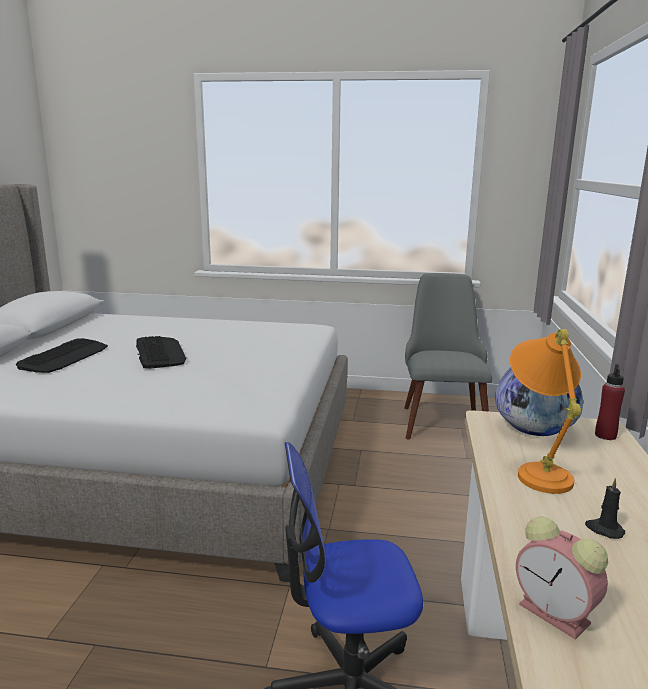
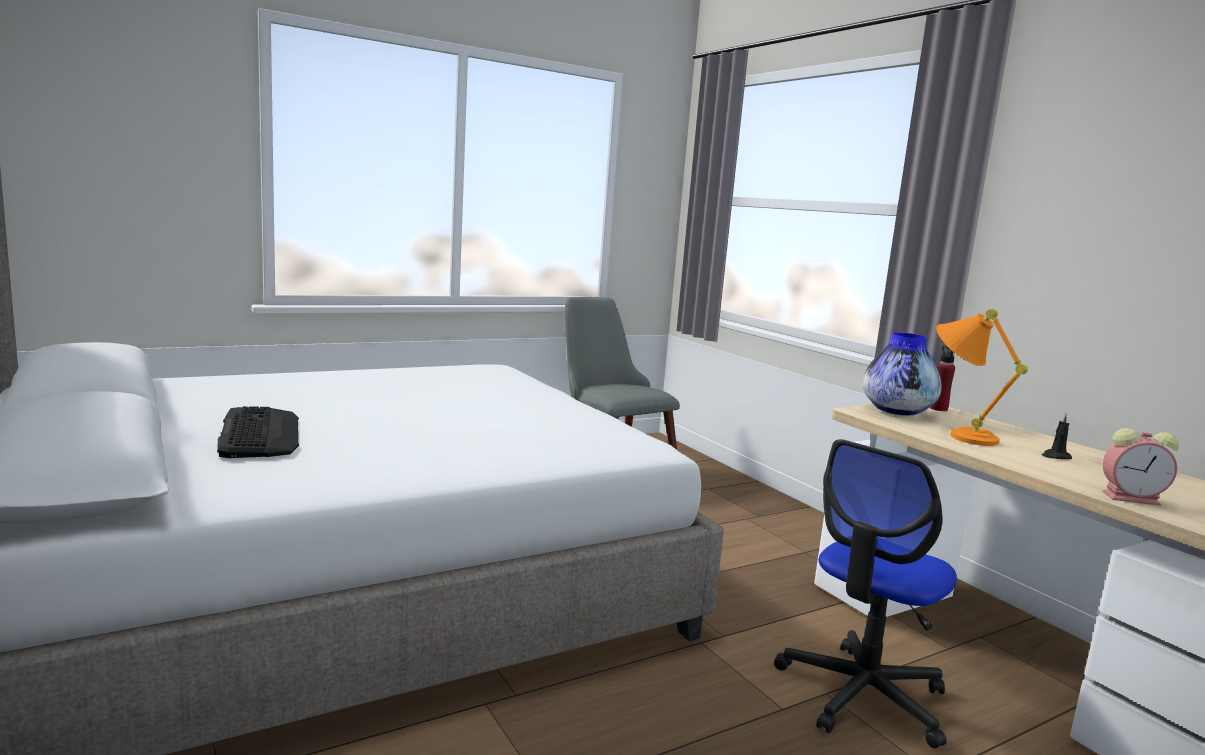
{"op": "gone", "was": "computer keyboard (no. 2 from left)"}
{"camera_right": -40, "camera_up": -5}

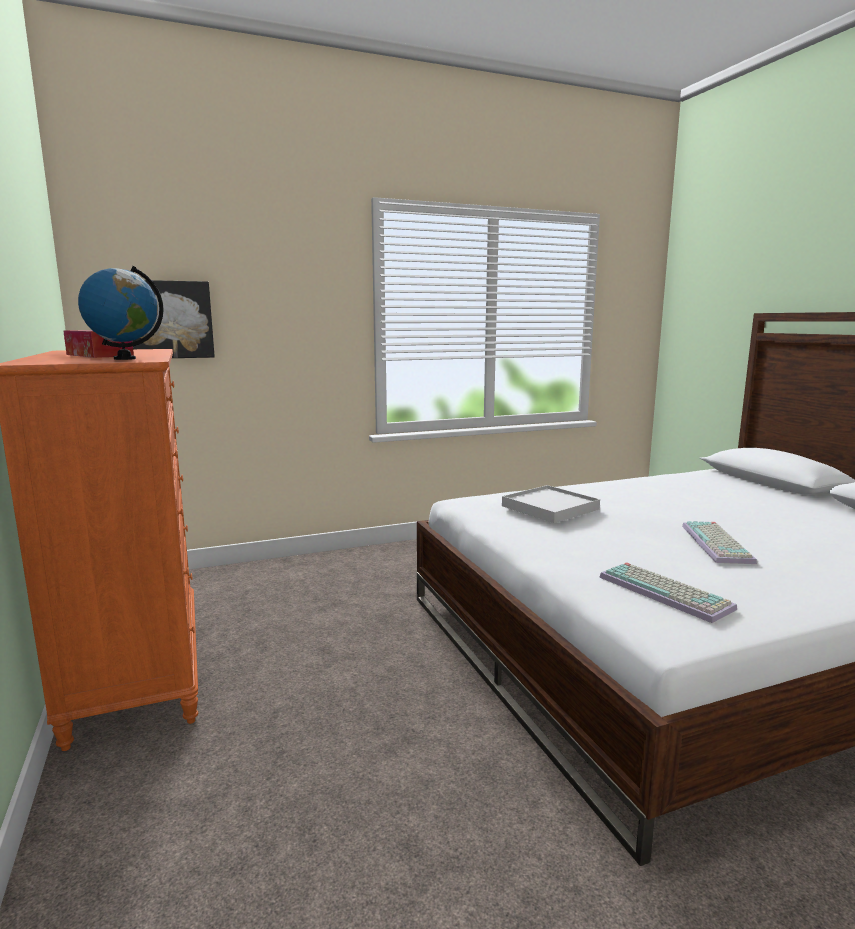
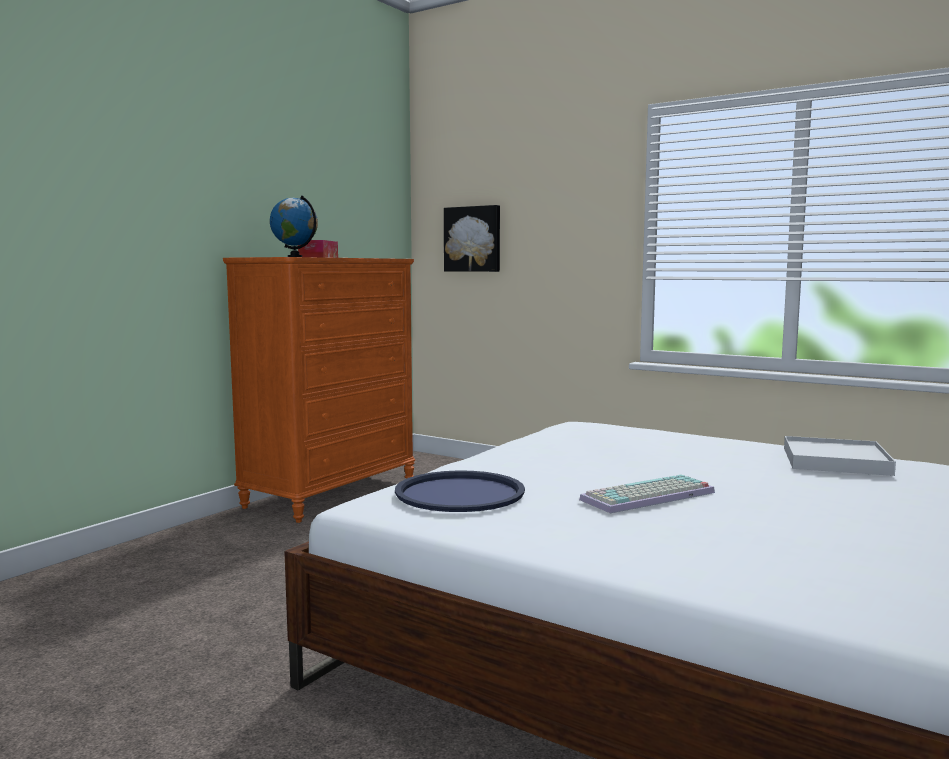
{"op": "shifted", "was": "serving tray (whitish)"}
{"op": "swapped", "was": "computer keyboard (no. 1 from left)", "now": "serving tray (bluish)"}
{"camera_right": 55, "camera_up": -5}

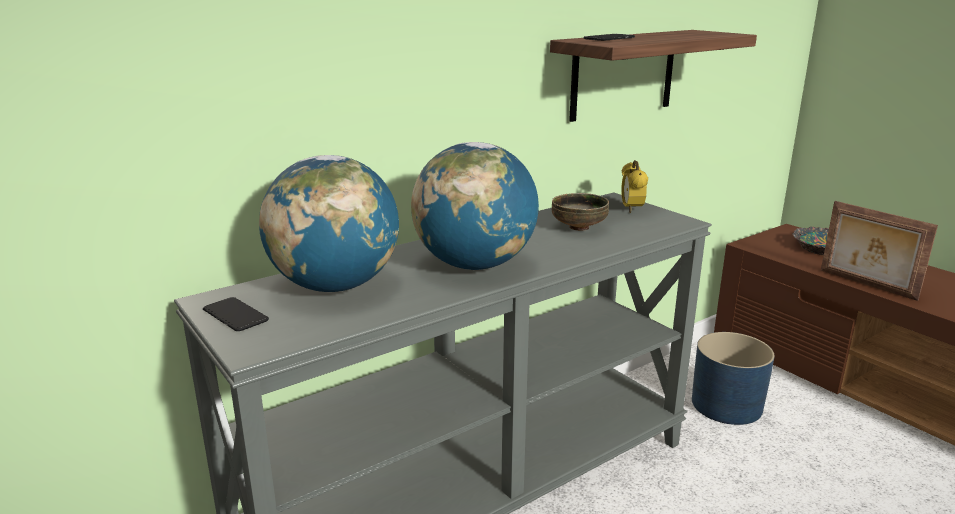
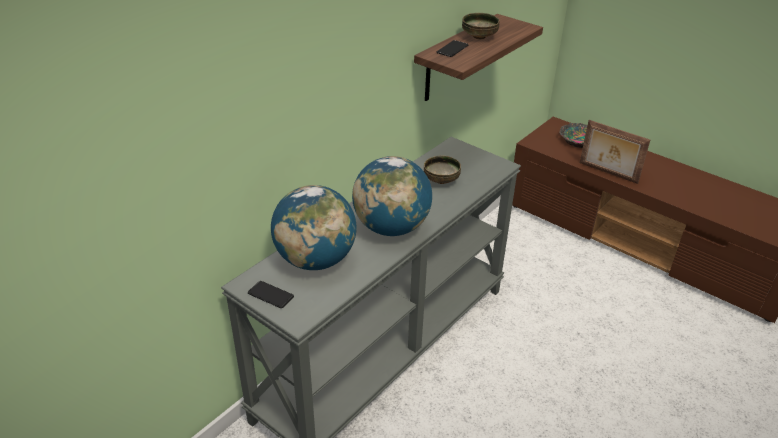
{"op": "gone", "was": "bedside clock"}
{"op": "gone", "was": "planter (bluish)"}
{"op": "new", "now": "serving bowl (no. 2 from left)"}
{"camera_right": -15, "camera_up": 15}

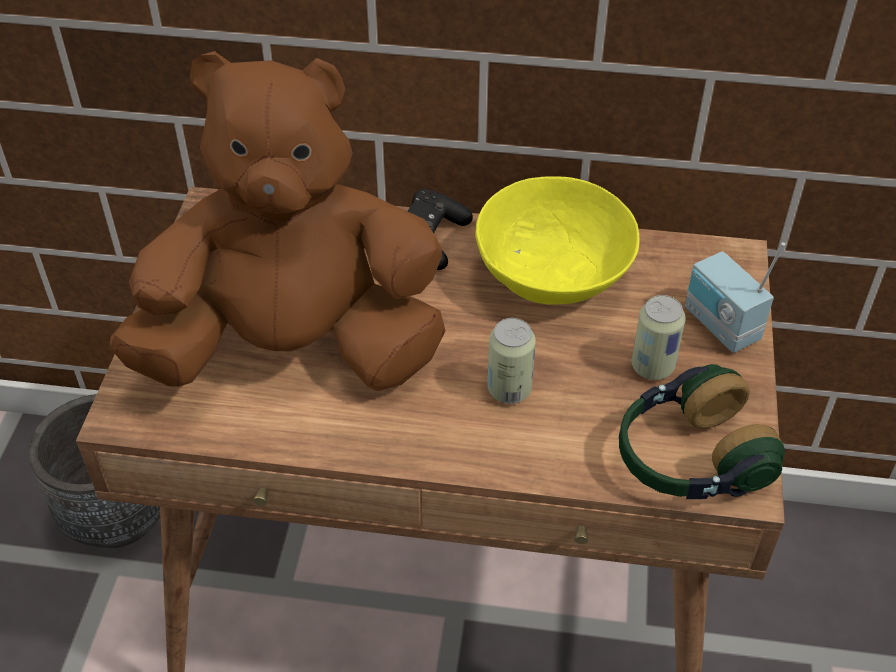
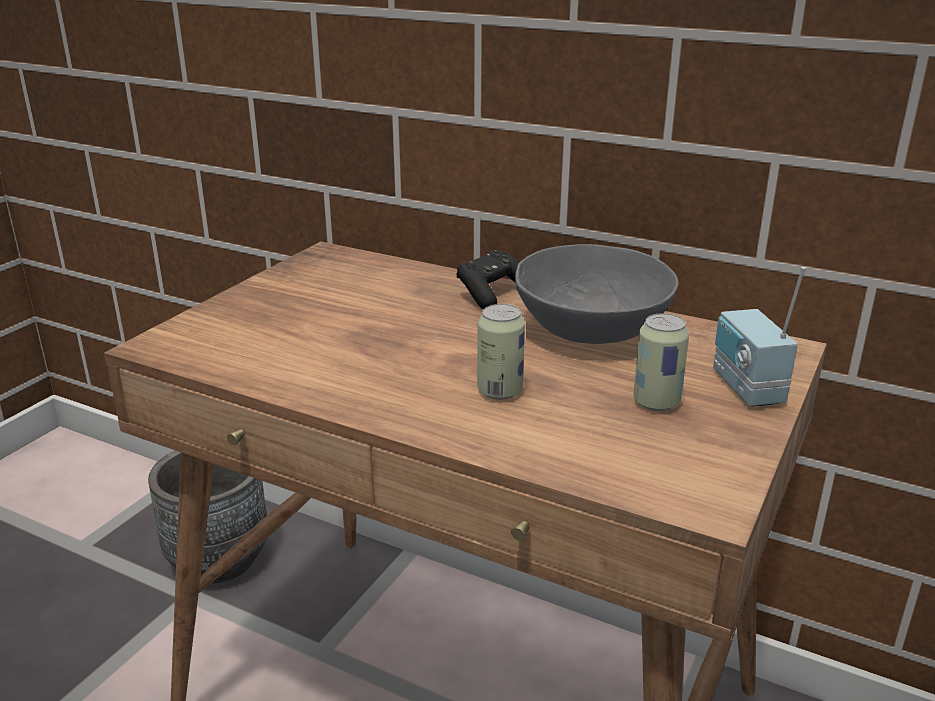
{"op": "gone", "was": "plush toy (brownish)"}
{"op": "repainted", "was": "serving bowl (yellowish)", "now": "serving bowl (greyish)"}
{"op": "gone", "was": "pair of headphones"}
{"camera_right": 20, "camera_up": -20}

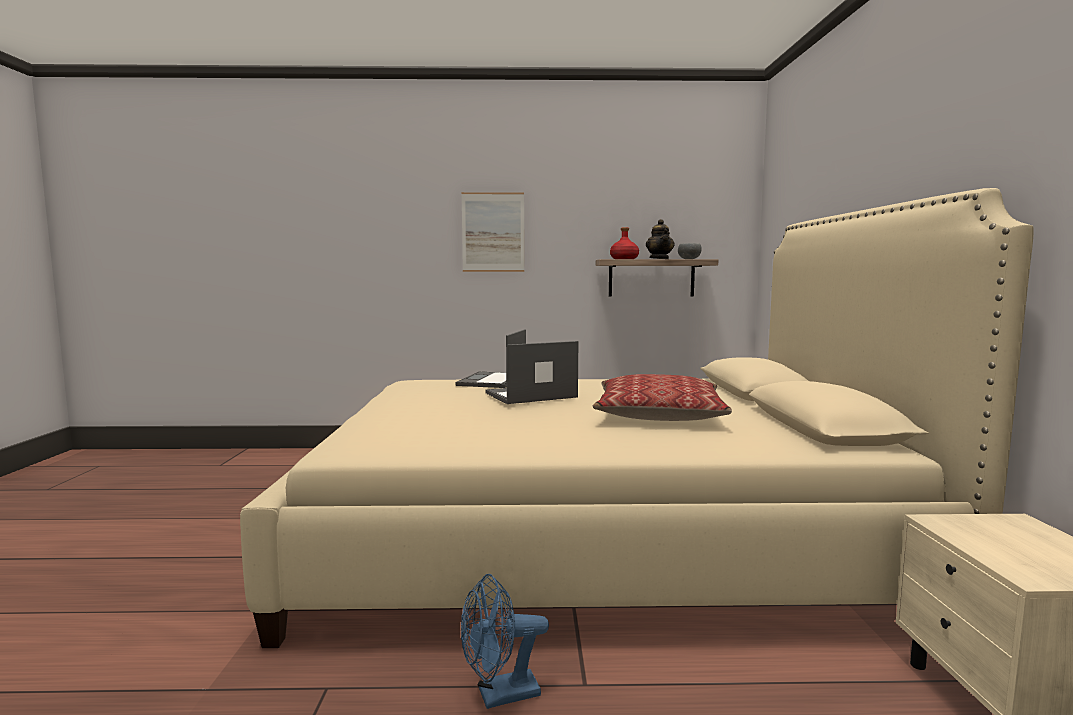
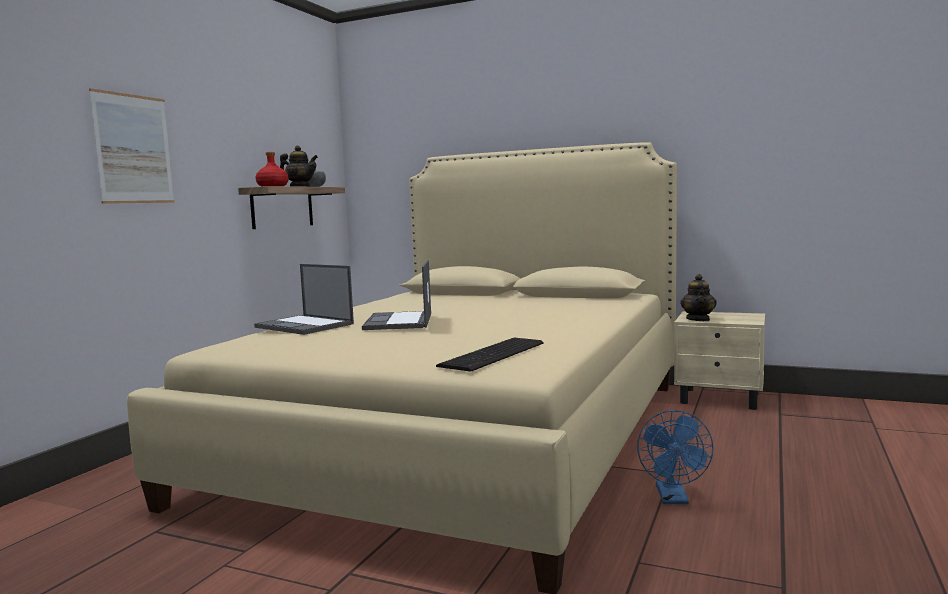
{"op": "gone", "was": "throw pillow"}
{"op": "new", "now": "computer keyboard"}
{"op": "new", "now": "pot for tea (no. 2 from left)"}
{"camera_right": -65, "camera_up": 0}

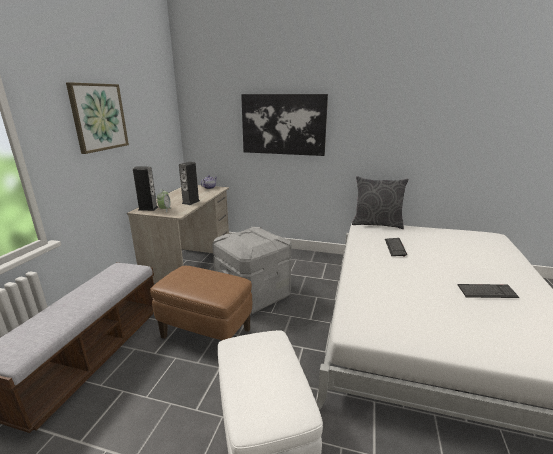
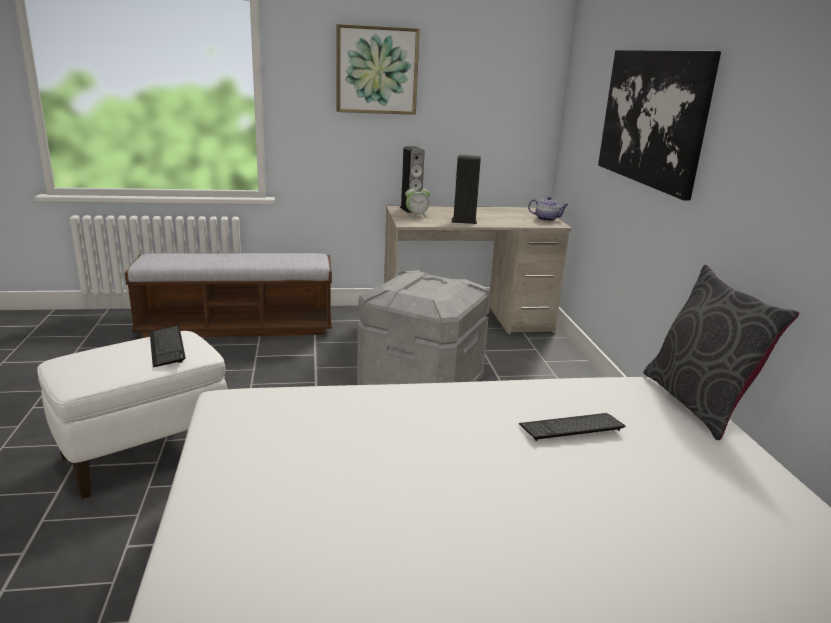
{"op": "gone", "was": "ottoman (brownish)"}
{"op": "shifted", "was": "computer keyboard (no. 2 from left in the first image)", "now": "computer keyboard (no. 1 from left)"}
{"camera_right": 65, "camera_up": 0}

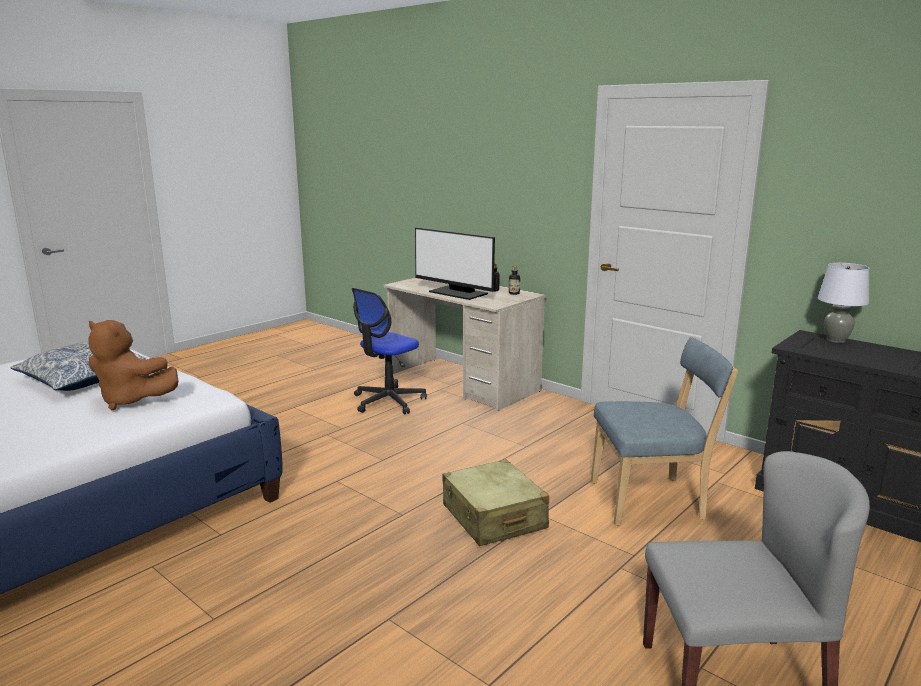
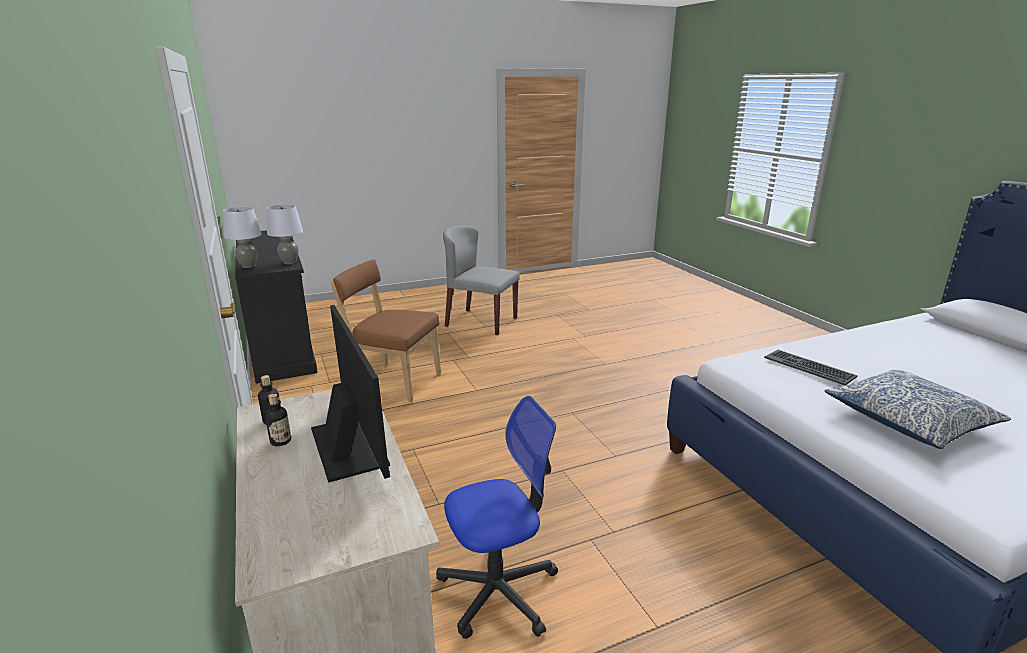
{"op": "swapped", "was": "plush toy (brownish)", "now": "computer keyboard"}
{"op": "gone", "was": "travel case (beige)"}
{"op": "repainted", "was": "upright chair (bluish)", "now": "upright chair (brownish)"}
{"op": "new", "now": "lamp for a table (greyish) (no. 2 from left)"}
{"camera_right": -155, "camera_up": 5}

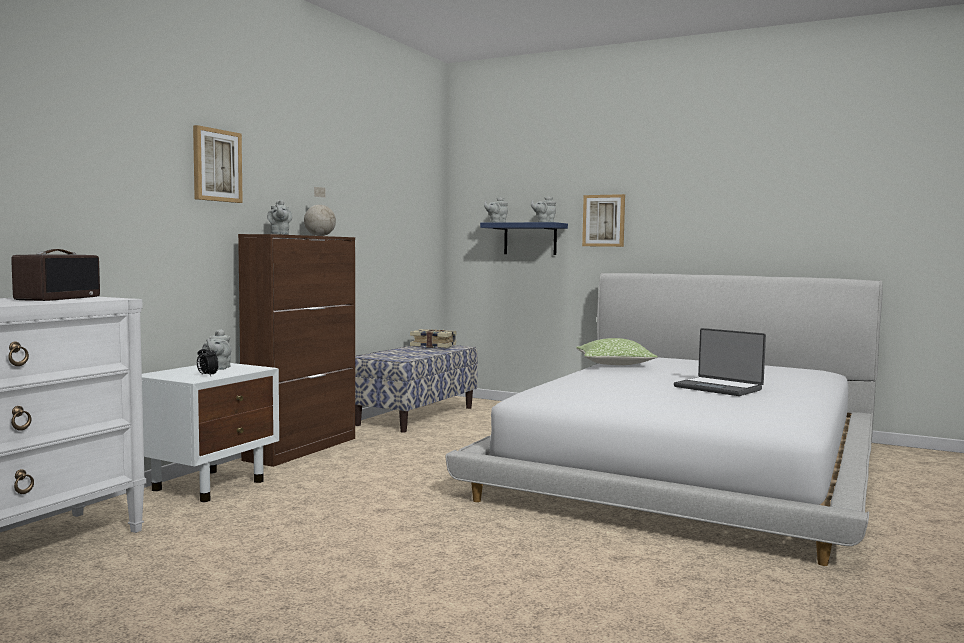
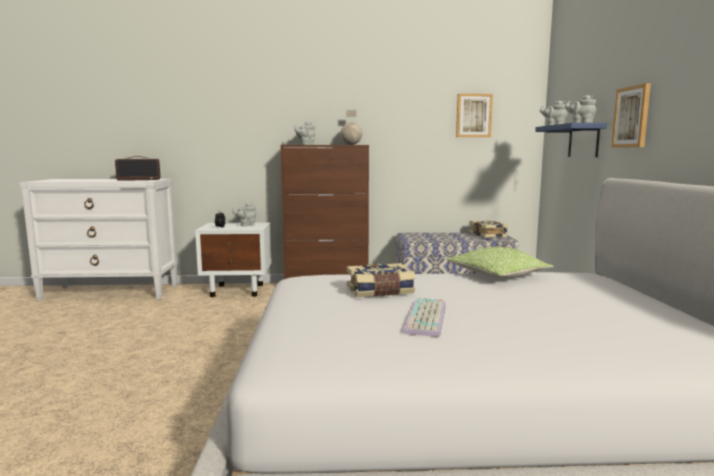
{"op": "shifted", "was": "wall picture (no. 1 from left)"}
{"op": "swapped", "was": "notebook computer", "now": "computer keyboard"}
{"op": "new", "now": "book (no. 1 from left)"}
{"camera_right": 60, "camera_up": 5}

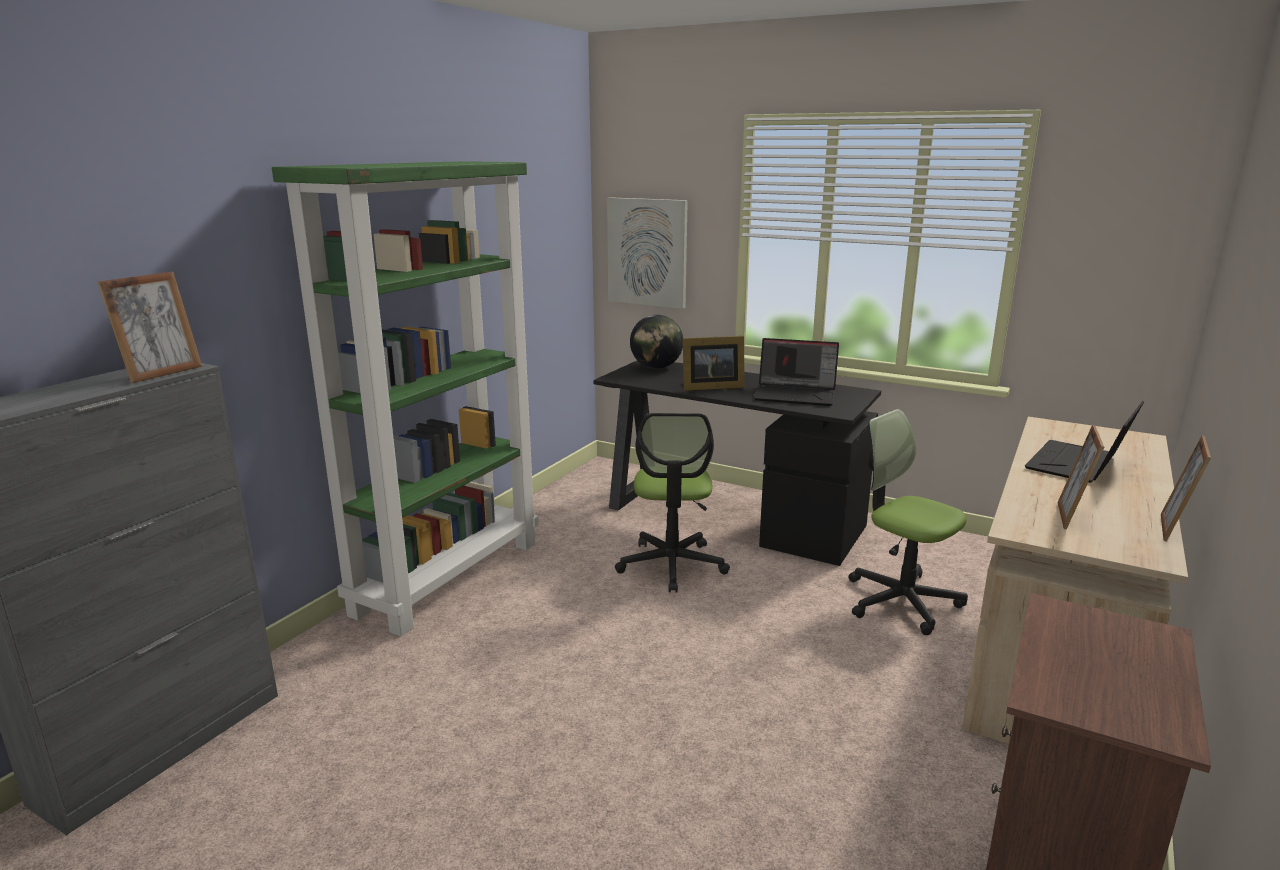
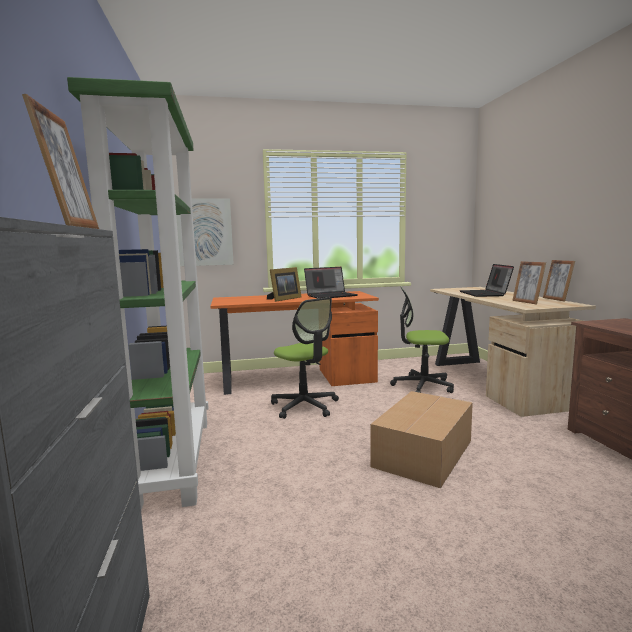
{"op": "repainted", "was": "desk unit (black-coloured)", "now": "desk unit (orangey)"}
{"op": "gone", "was": "globe"}
{"op": "new", "now": "carton"}
{"camera_right": -40, "camera_up": -10}

